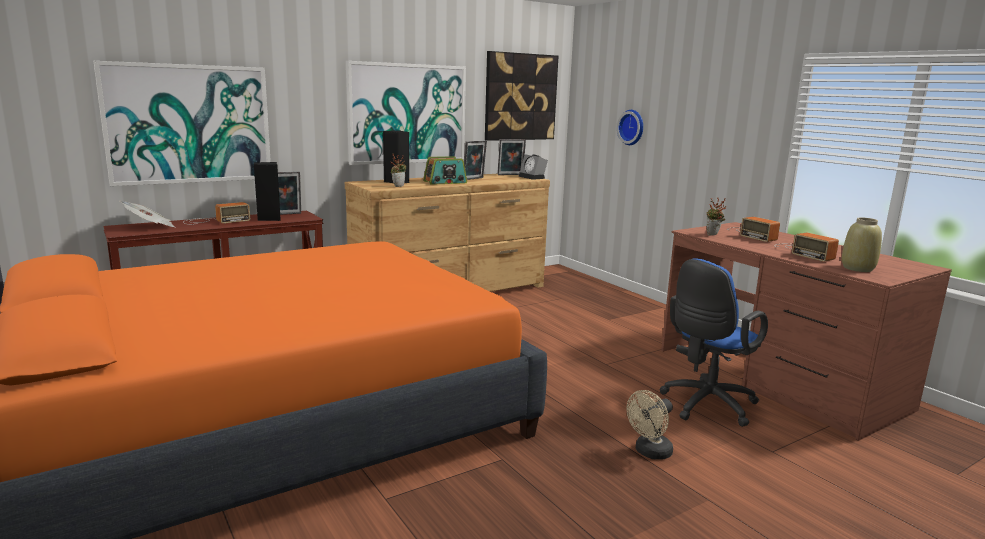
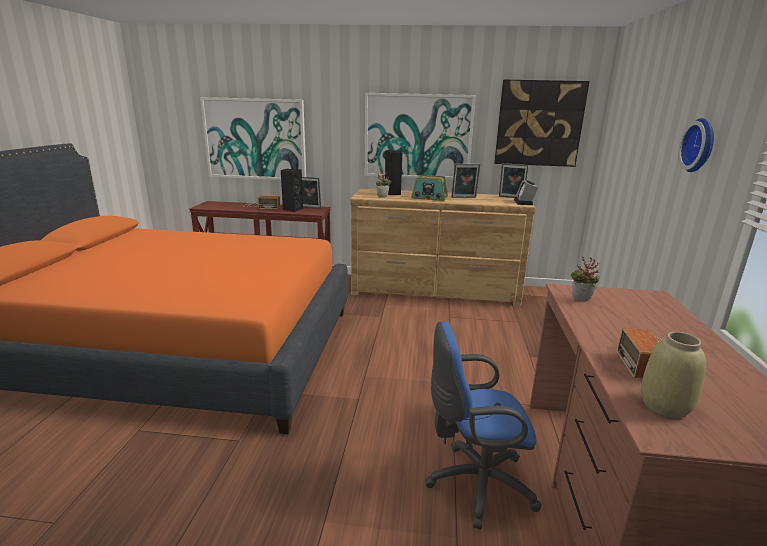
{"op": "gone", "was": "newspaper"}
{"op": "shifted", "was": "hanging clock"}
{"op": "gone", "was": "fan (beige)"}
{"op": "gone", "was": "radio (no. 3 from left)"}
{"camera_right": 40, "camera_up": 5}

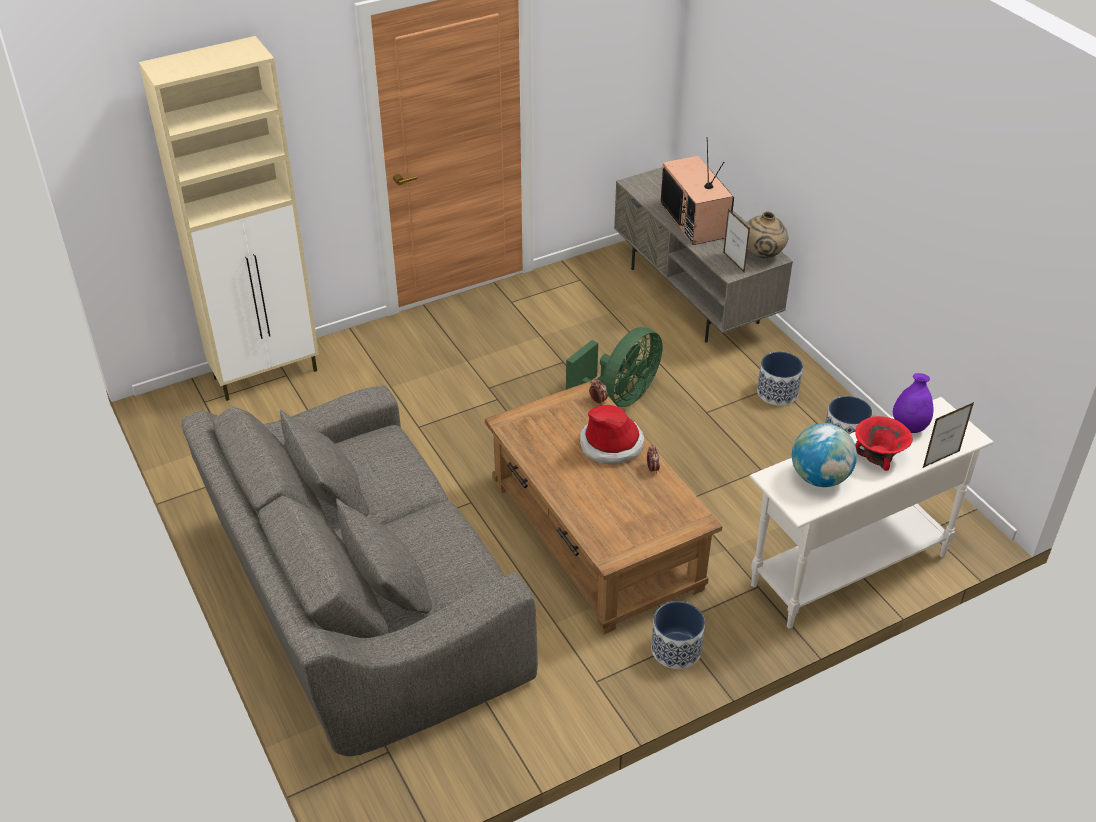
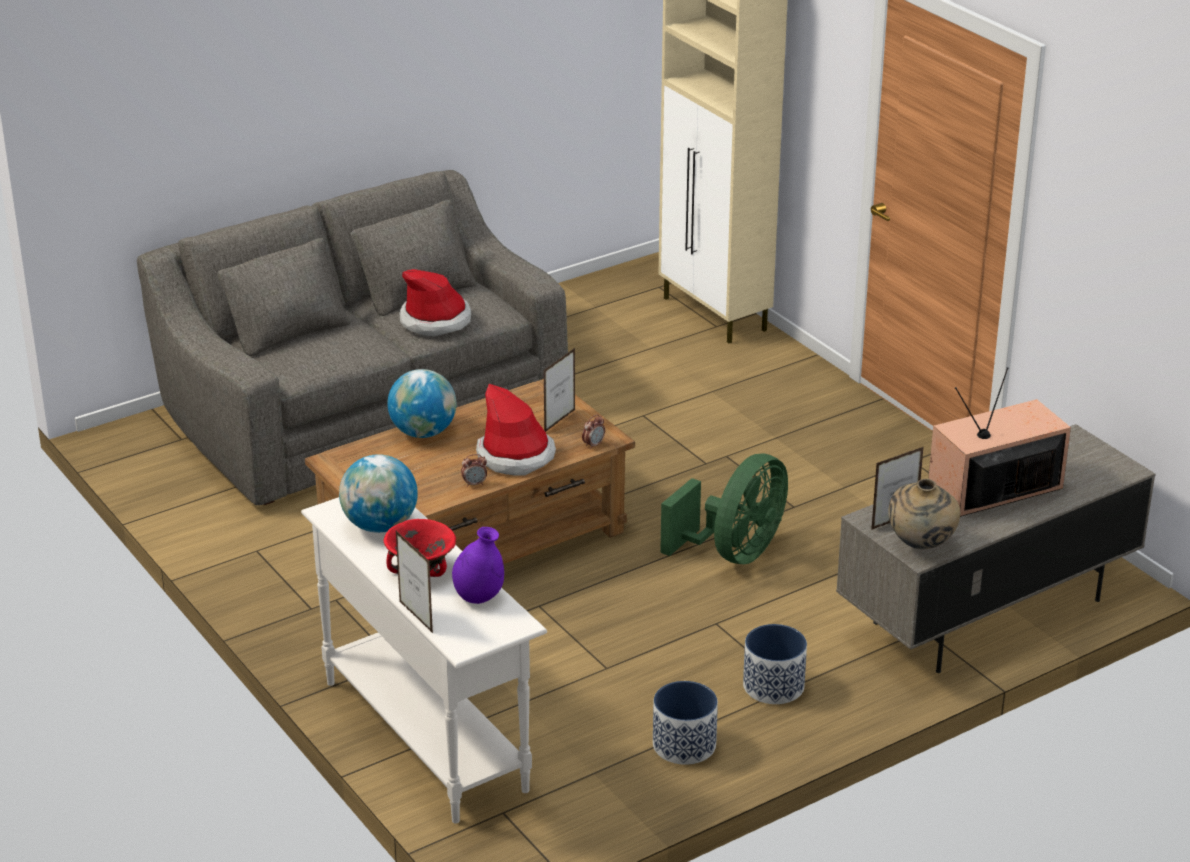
{"op": "rotated", "was": "fan (greenish)", "clockwise": -90}
{"op": "gone", "was": "planter (no. 1 from left)"}
{"op": "new", "now": "globe (no. 2 from left)"}
{"op": "new", "now": "hat (no. 1 from left)"}
{"op": "new", "now": "picture frame (no. 2 from left)"}
{"camera_right": 85, "camera_up": -10}

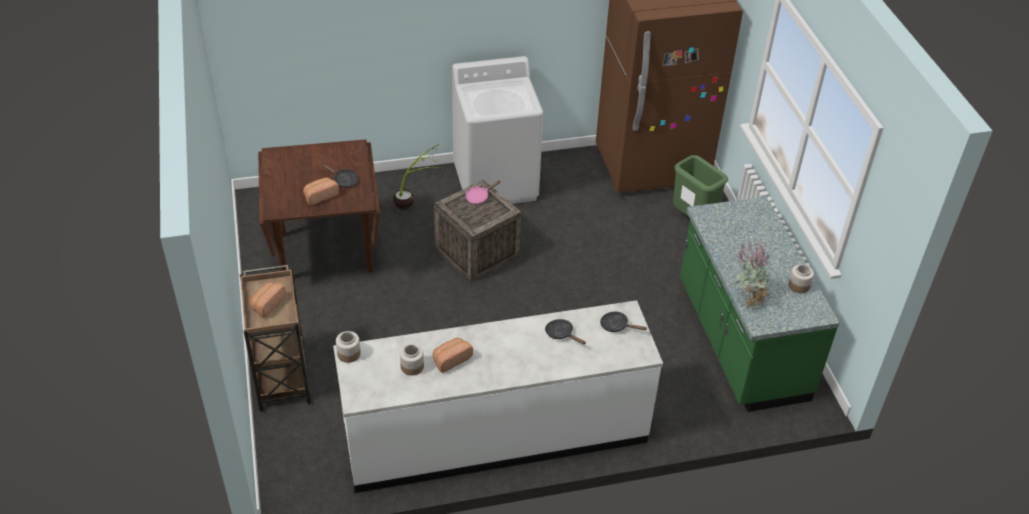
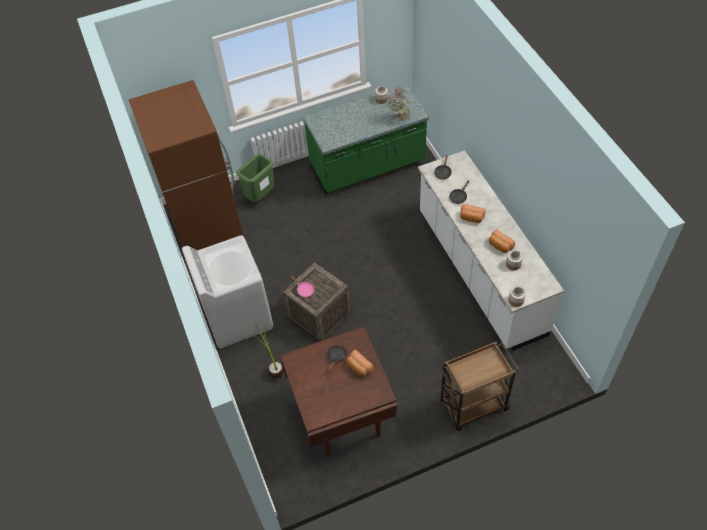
{"op": "shifted", "was": "bread (no. 1 from left in the first image)", "now": "bread (no. 2 from left)"}
{"camera_right": -95, "camera_up": 10}

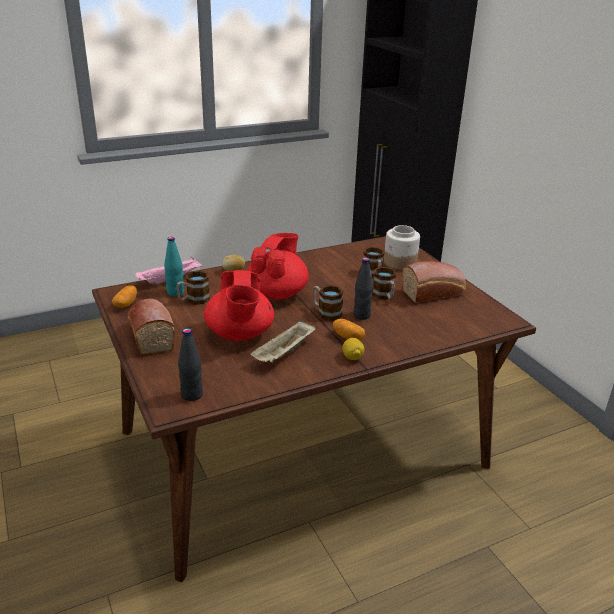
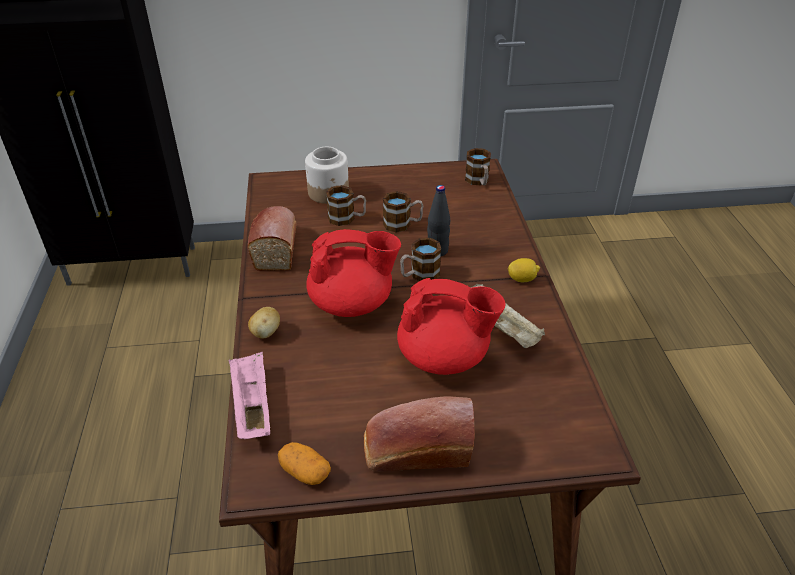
{"op": "gone", "was": "drink bottle (blue-green)"}
{"op": "shifted", "was": "tea mug (no. 1 from left in the first image)", "now": "tea mug (no. 4 from left)"}
{"op": "gone", "was": "drink bottle (black-coloured) (no. 1 from left)"}
{"op": "rotated", "was": "pot for tea (reddish) (no. 2 from left in the first image)", "clockwise": 135}
{"op": "gone", "was": "spud (no. 3 from left)"}
{"op": "shifted", "was": "bread (no. 2 from left in the first image)", "now": "bread (no. 1 from left)"}
{"camera_right": -70, "camera_up": 10}

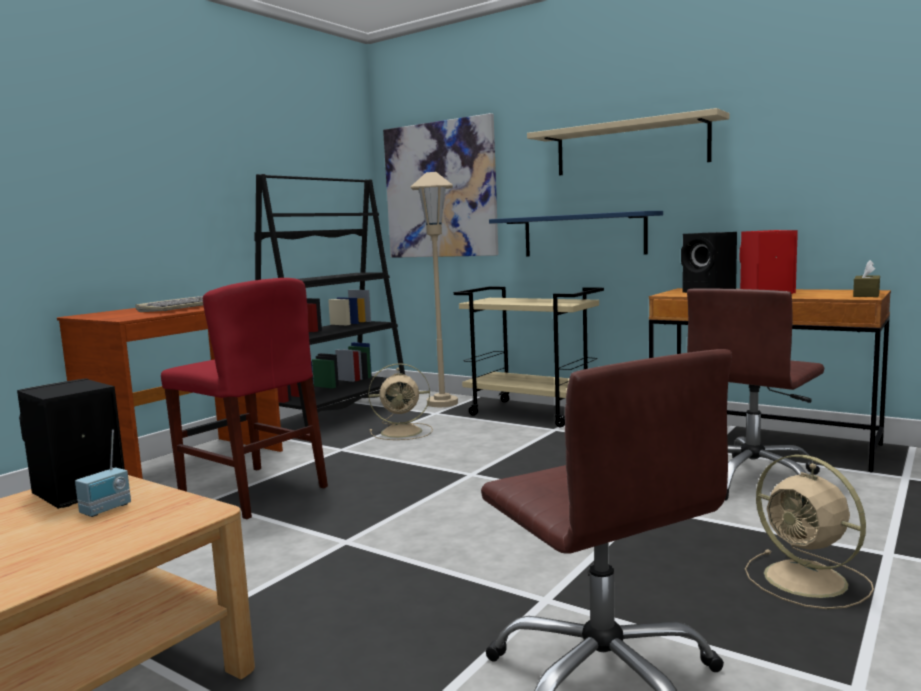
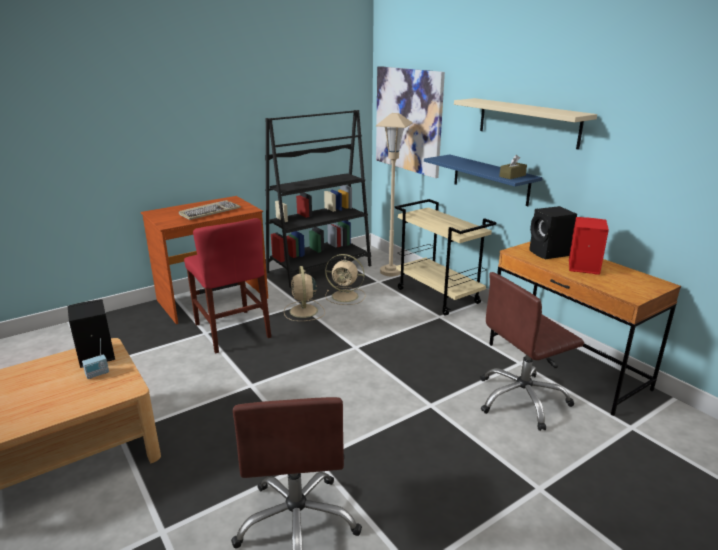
{"op": "shifted", "was": "fan (beige) (no. 2 from left in the first image)", "now": "fan (beige) (no. 1 from left)"}
{"op": "shifted", "was": "box of tissues (brownish)"}
{"camera_right": 20, "camera_up": 15}

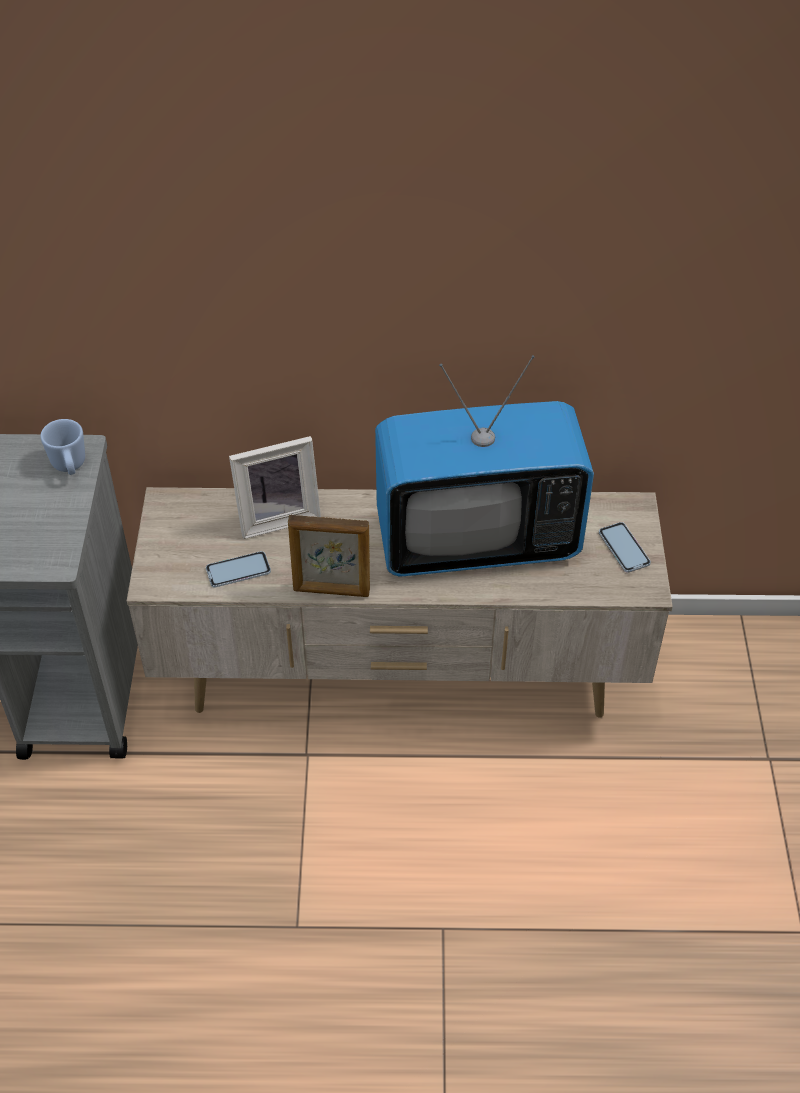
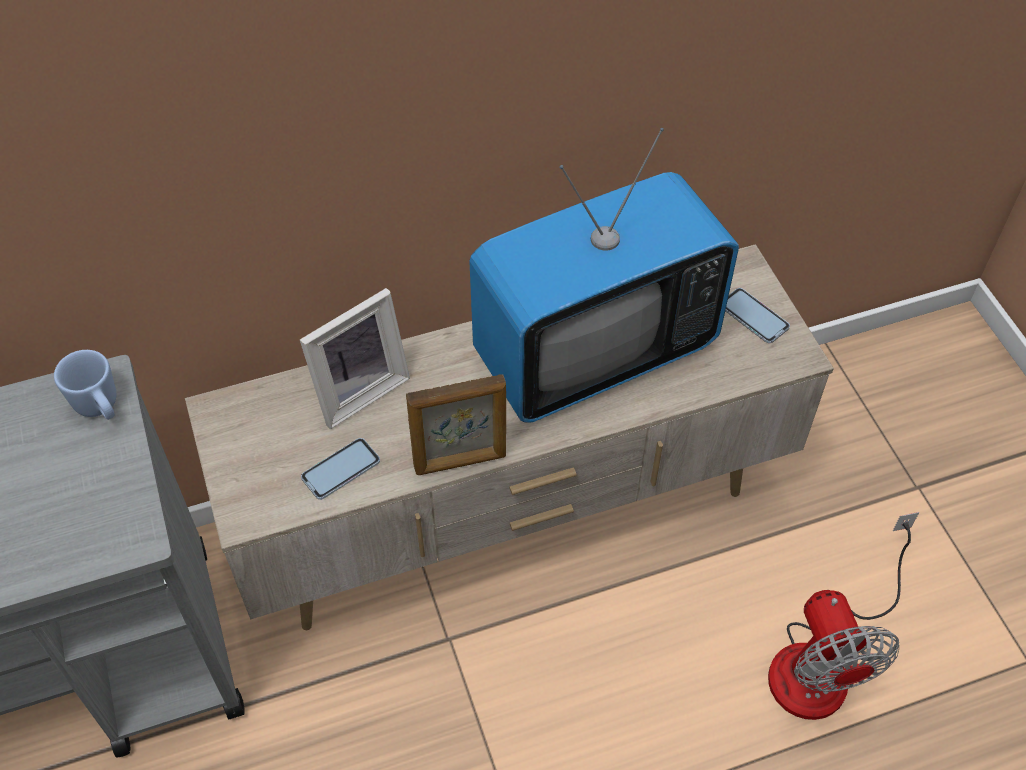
{"op": "new", "now": "fan"}
{"camera_right": -20, "camera_up": 5}

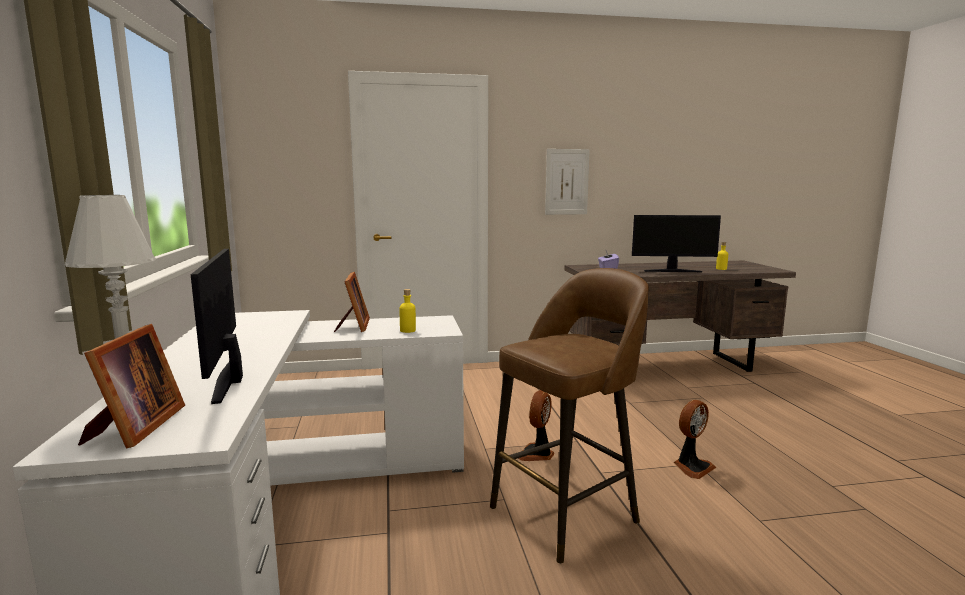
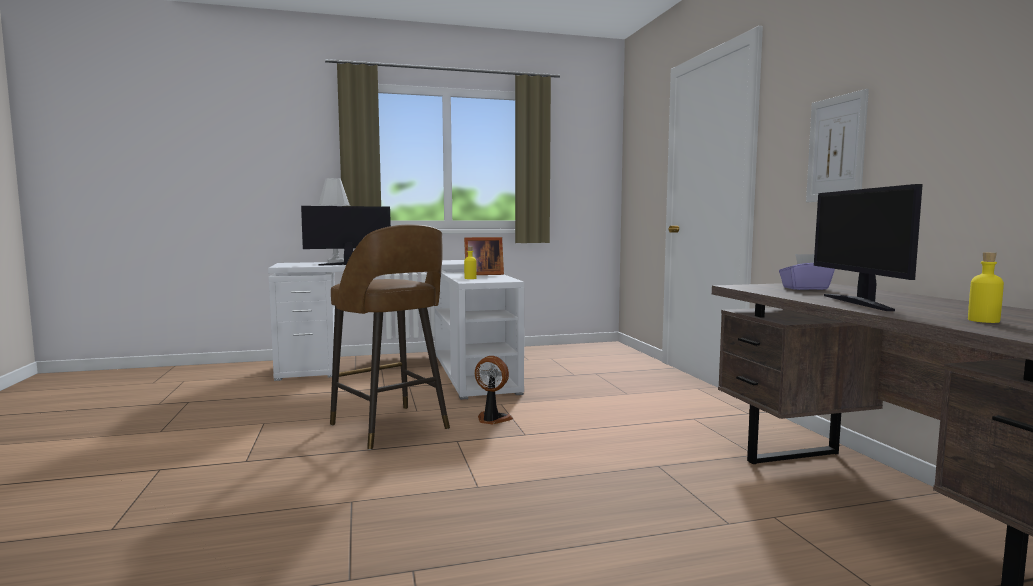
{"op": "gone", "was": "picture frame (no. 1 from left)"}
{"op": "gone", "was": "fan (no. 2 from left)"}
{"camera_right": 85, "camera_up": -5}

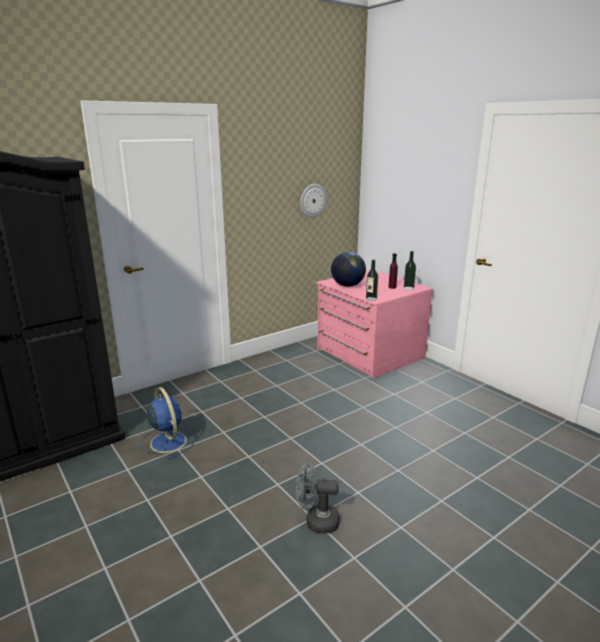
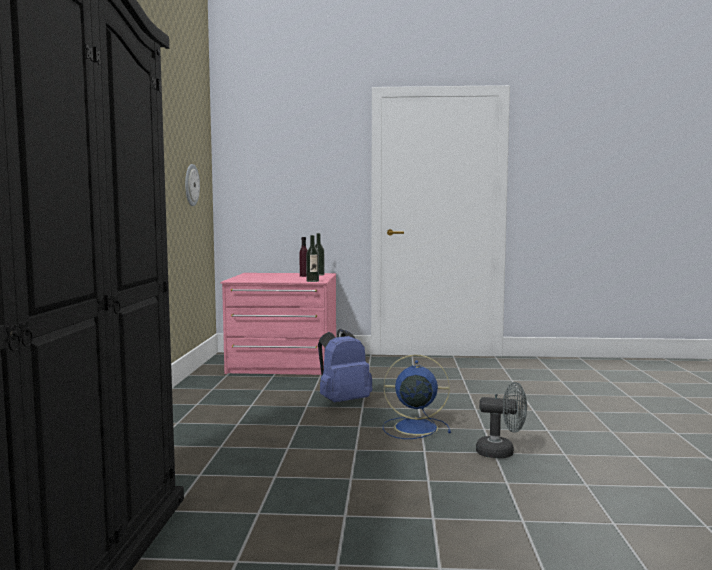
{"op": "shifted", "was": "fan (bluish)"}
{"op": "rotated", "was": "fan (greyish)", "clockwise": -120}
{"op": "gone", "was": "globe"}
{"op": "new", "now": "knapsack (bluish)"}
{"camera_right": -50, "camera_up": -15}

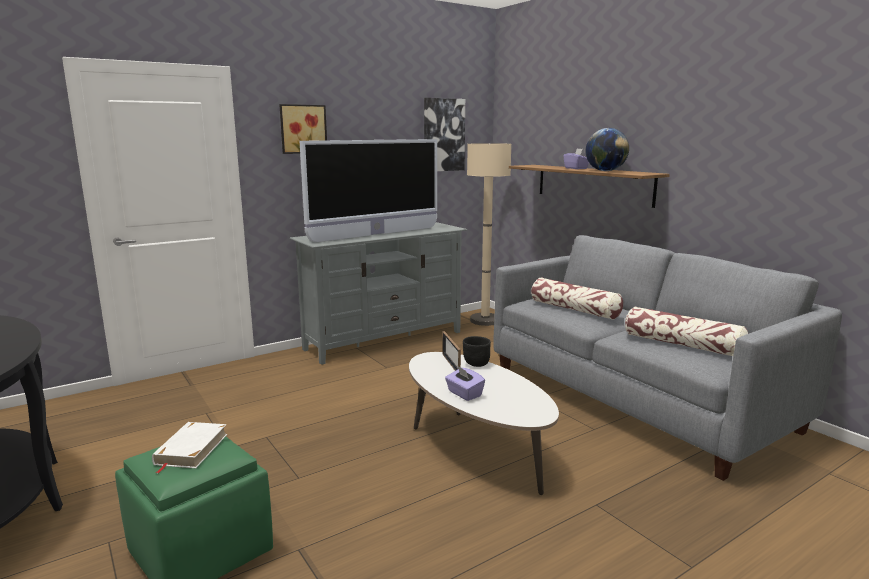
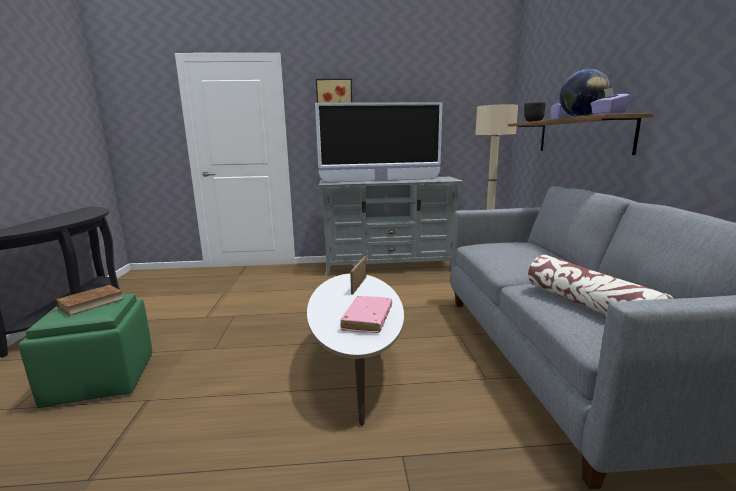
{"op": "repainted", "was": "book (whitish)", "now": "book (brownish)"}
{"op": "gone", "was": "wall picture (no. 2 from left)"}
{"op": "shifted", "was": "box of tissues (purple-coloured) (no. 1 from left in the first image)", "now": "box of tissues (purple-coloured) (no. 2 from left)"}
{"op": "shifted", "was": "serving bowl (black-coloured)"}
{"op": "gone", "was": "throw pillow (no. 1 from left)"}
{"op": "new", "now": "book (pink)"}
{"camera_right": 30, "camera_up": 0}

